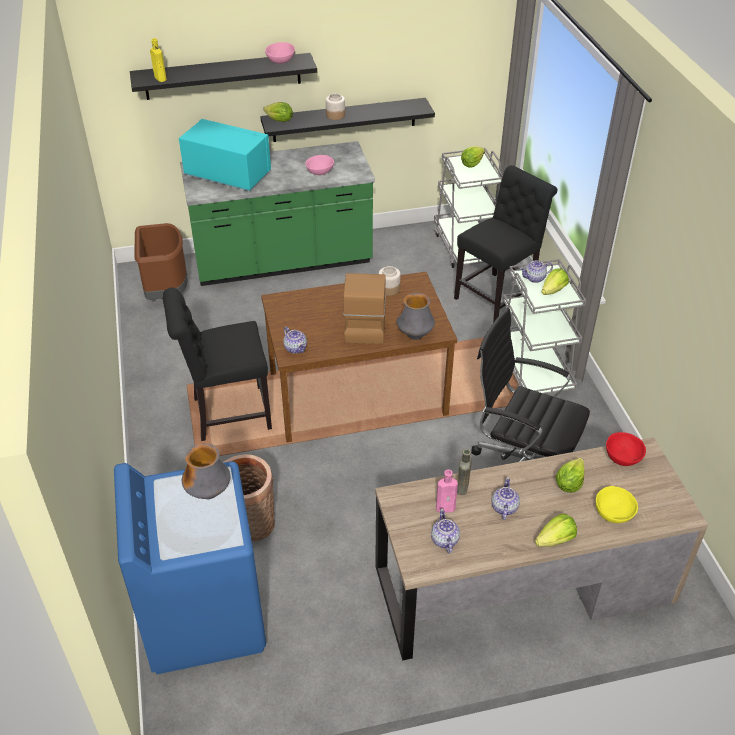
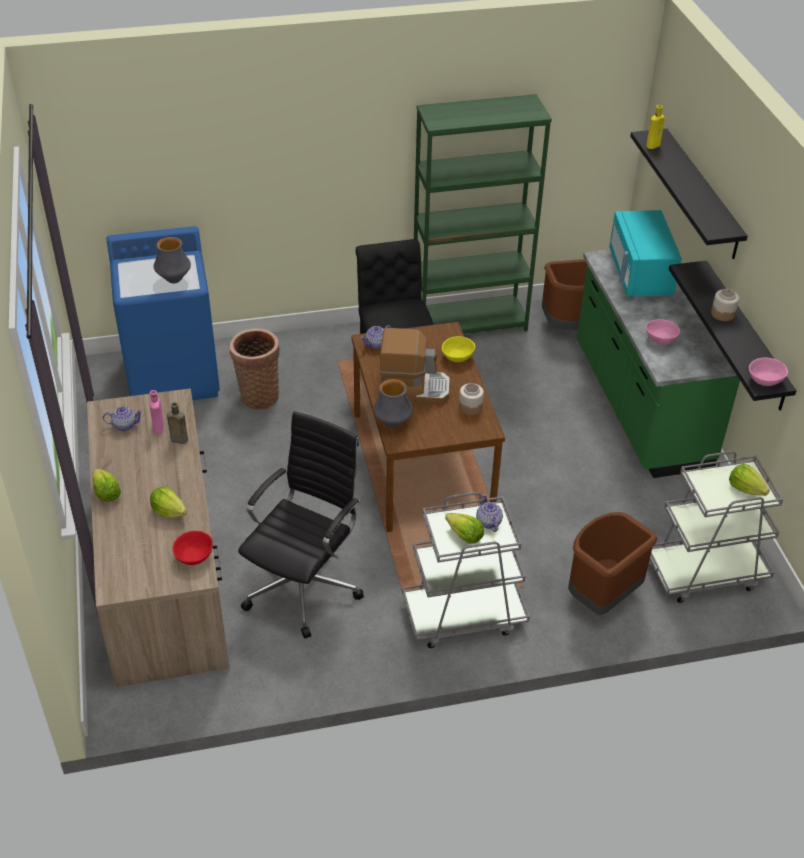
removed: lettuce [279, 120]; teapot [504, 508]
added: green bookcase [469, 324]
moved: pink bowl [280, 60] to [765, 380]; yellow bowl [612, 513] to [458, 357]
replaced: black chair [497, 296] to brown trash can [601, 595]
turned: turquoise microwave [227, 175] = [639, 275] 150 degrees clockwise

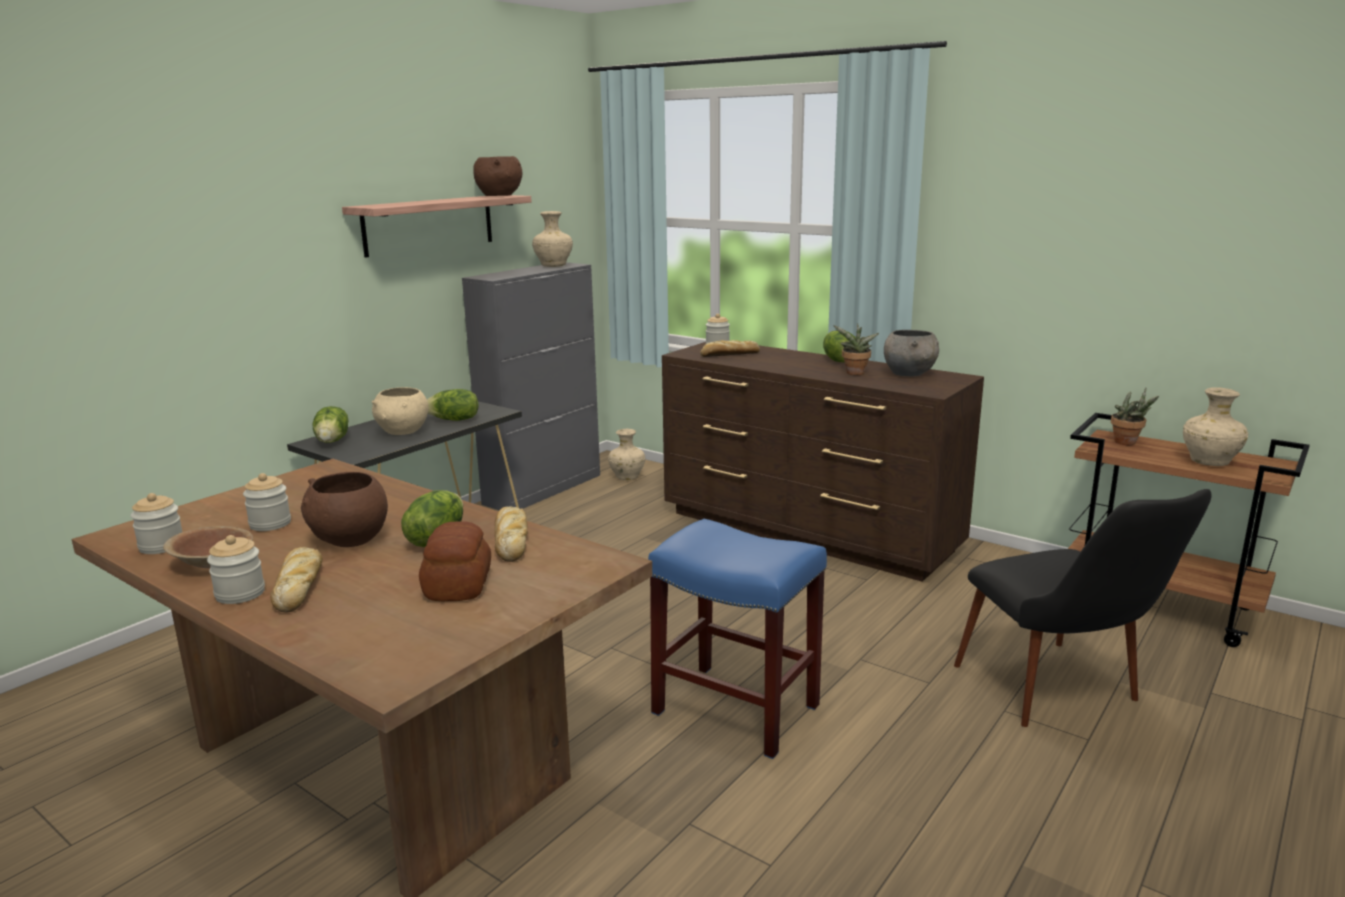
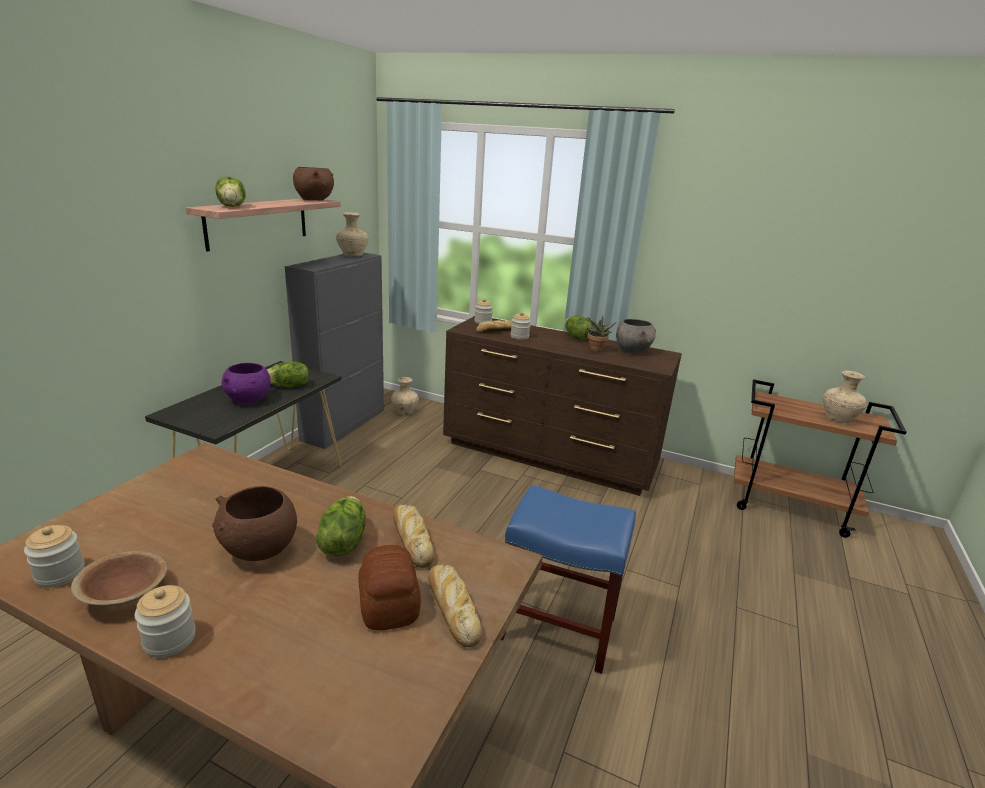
removed: black chair [1062, 698]; potted plant [1128, 443]
moved: jar [270, 524] to [519, 337]; bread [299, 586] to [452, 607]; lettuce [333, 441] to [232, 206]
recoloured: beige bowl [403, 432] to purple bowl [249, 400]

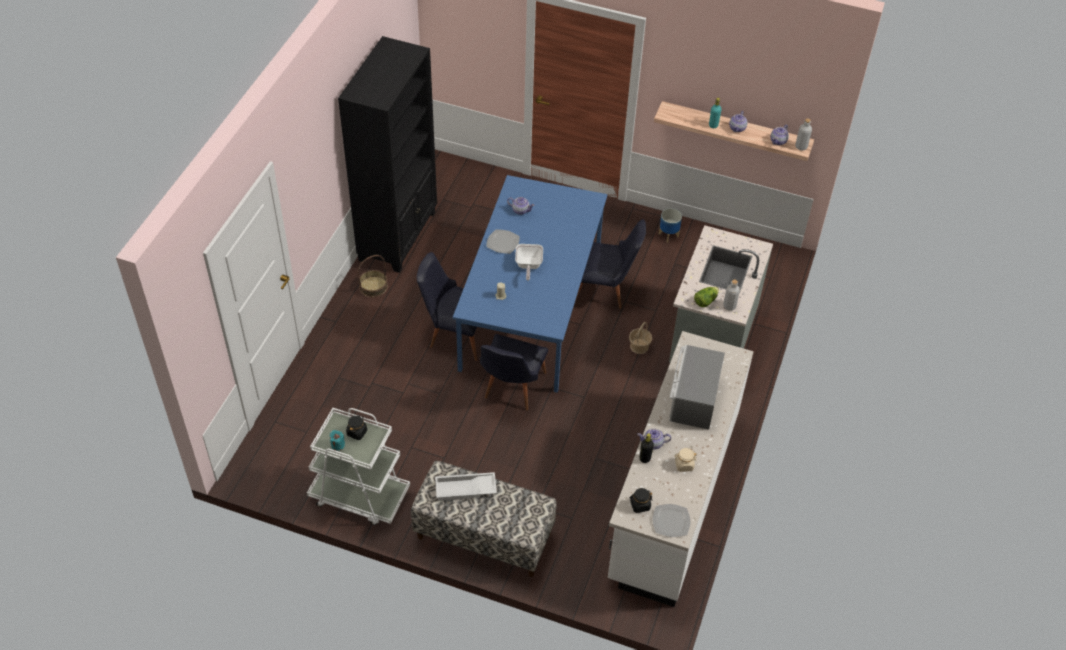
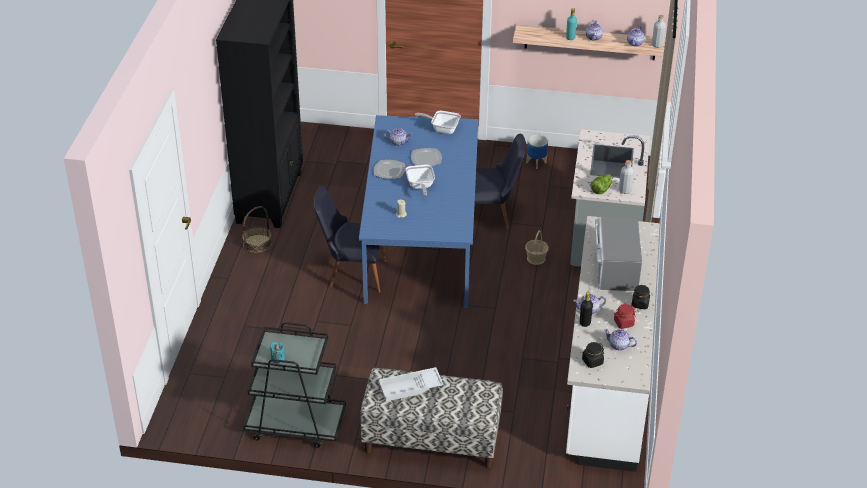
removed: black chair [511, 389]
added: frying pan [442, 129]; teapot [619, 345]
moved: black jar [357, 432] to [640, 304]; plate [671, 521] to [426, 158]
recoloured: white cart [359, 496] to black cart [295, 424]; beige jar [684, 465] to red jar [623, 323]

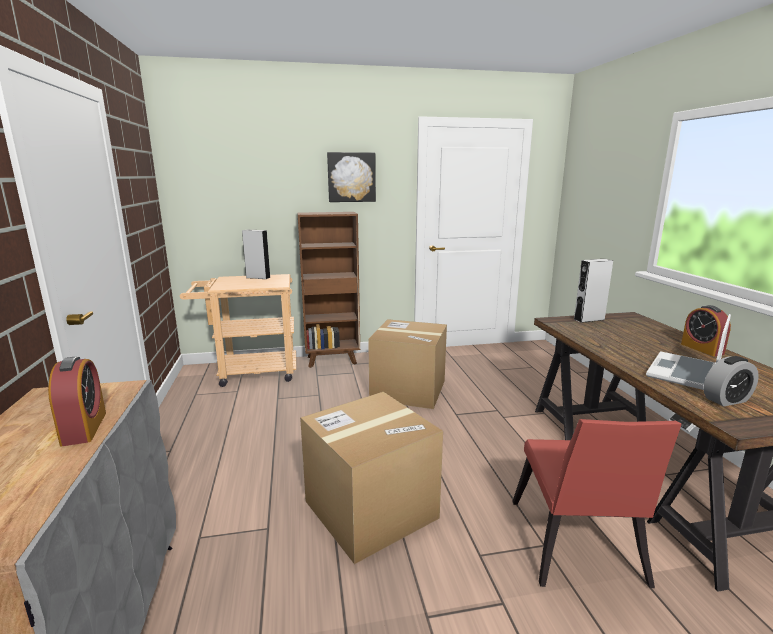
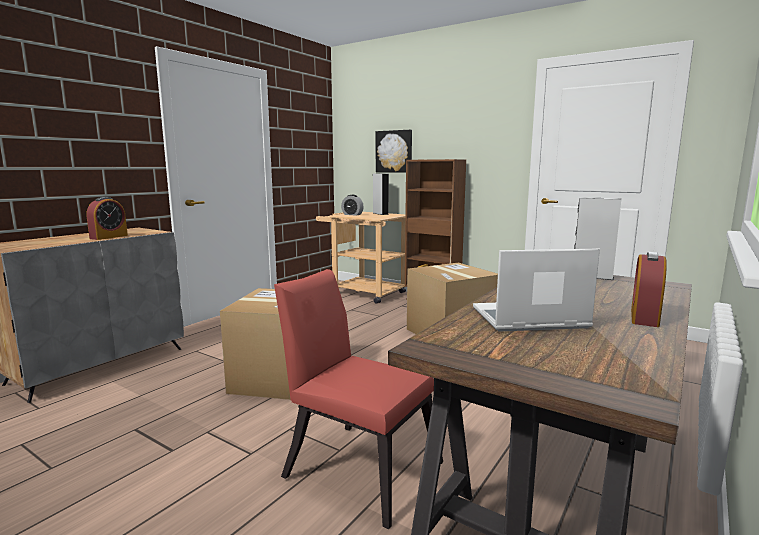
moved: picture [351, 177] to [394, 151]; alarm clock [726, 400] to [352, 214]
turned: red chair [576, 548] = [357, 465] 75 degrees clockwise

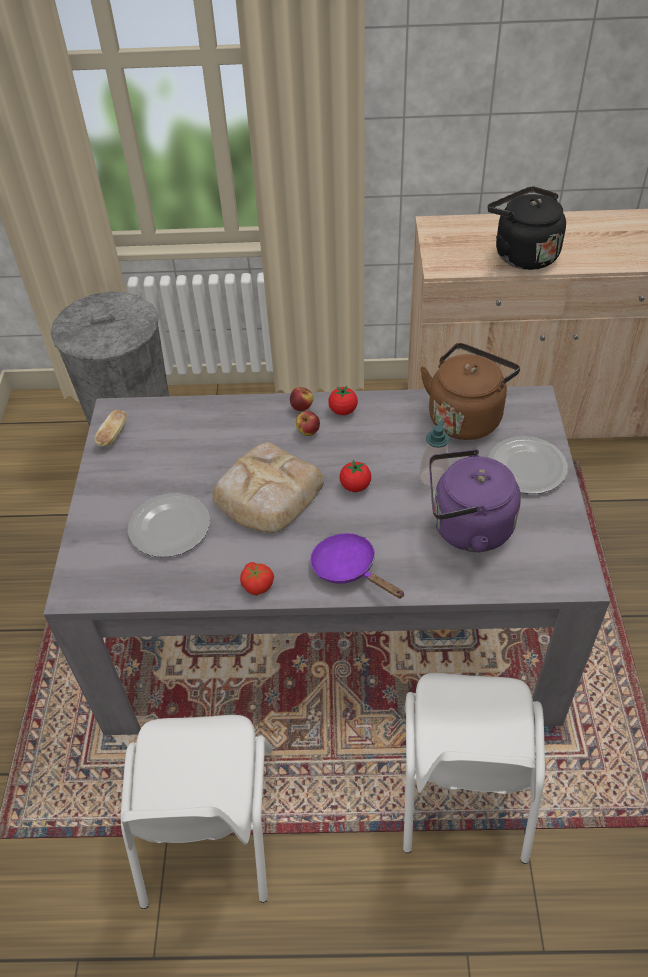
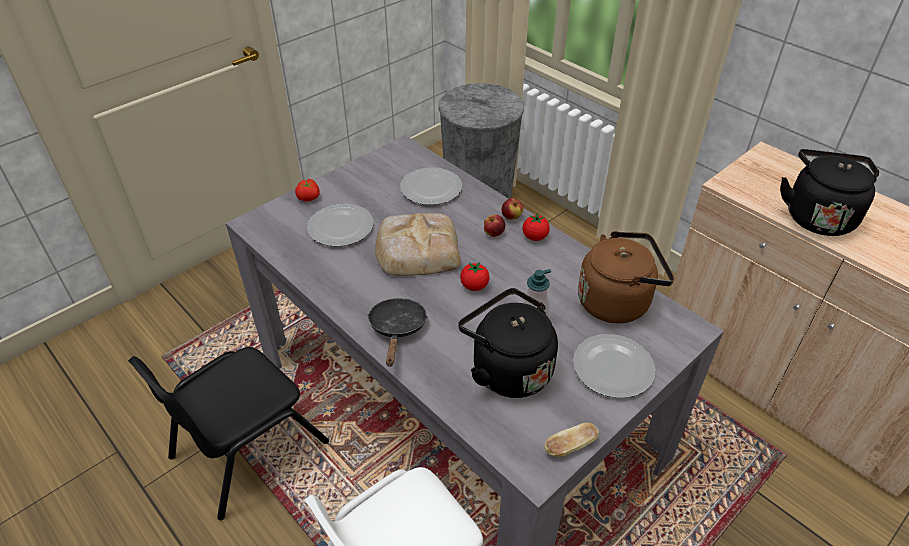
added: plate [431, 188]
moved: bread [113, 435] to [570, 446]; tomato [257, 584] to [309, 197]
recoloured: white chair [207, 825] to black chair [247, 448]; purple frying pan [349, 569] to black frying pan [397, 329]; purple kettle [466, 528] to black kettle [507, 369]

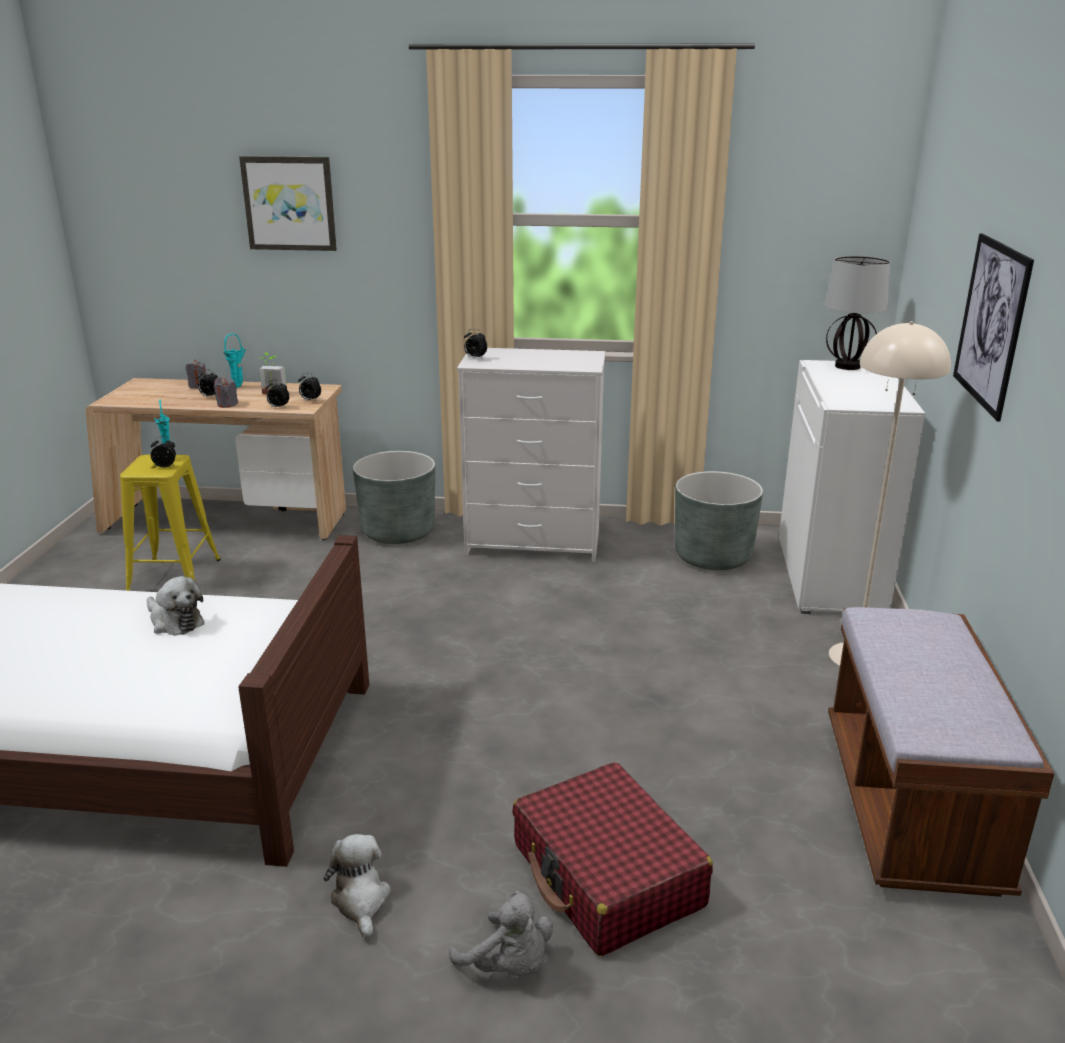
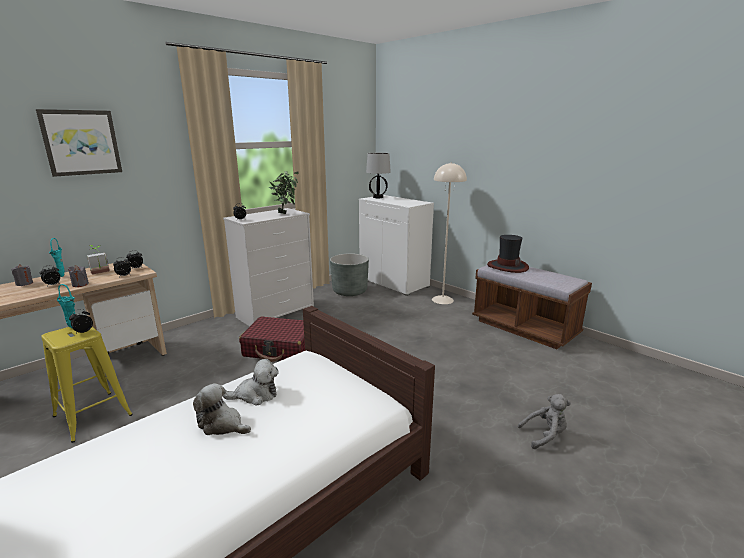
removed: grey planter [398, 531]; picture [991, 323]
added: potted plant [286, 213]; hat [507, 266]
moved: plush toy [360, 900] to [222, 425]; red suitcase [607, 876] to [280, 348]

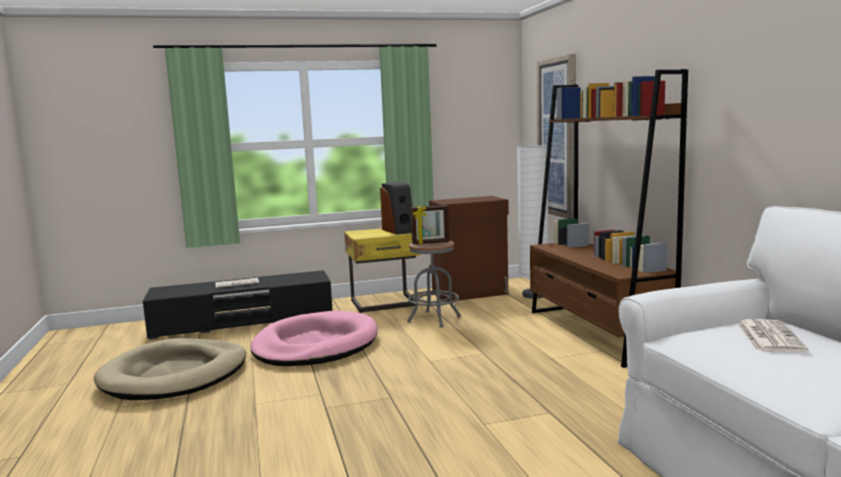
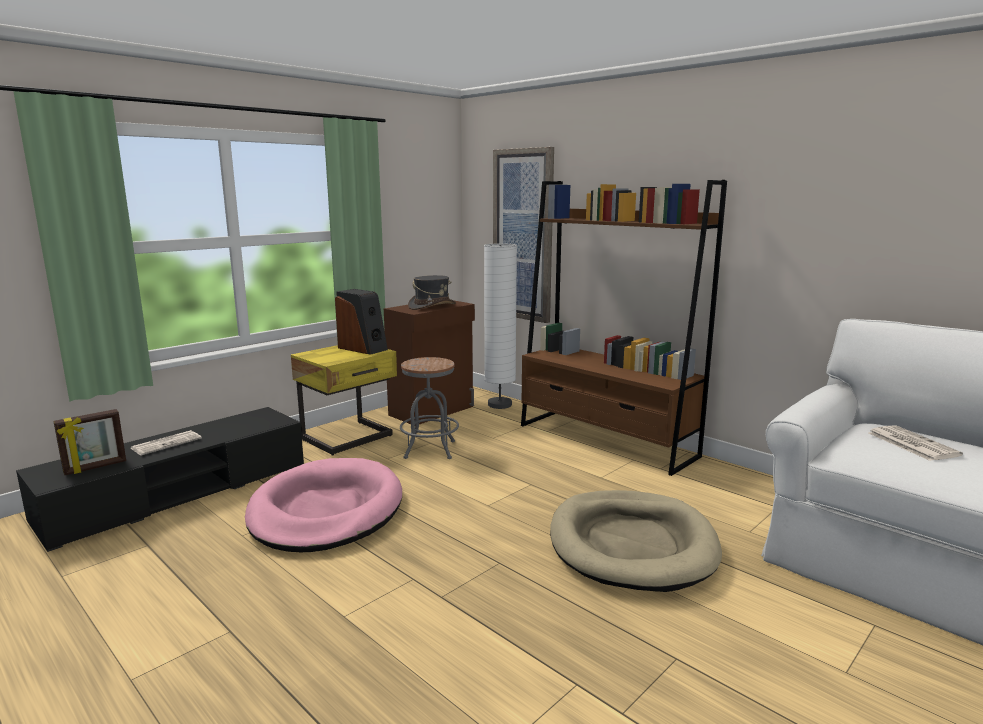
added: grey hat [432, 306]
moved: beige dog bed [175, 375] to [631, 544]; picture frame [430, 243] to [95, 467]

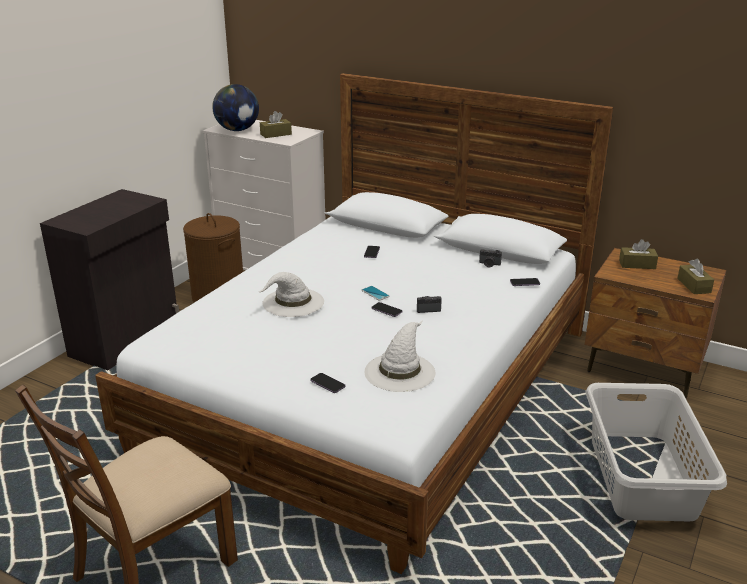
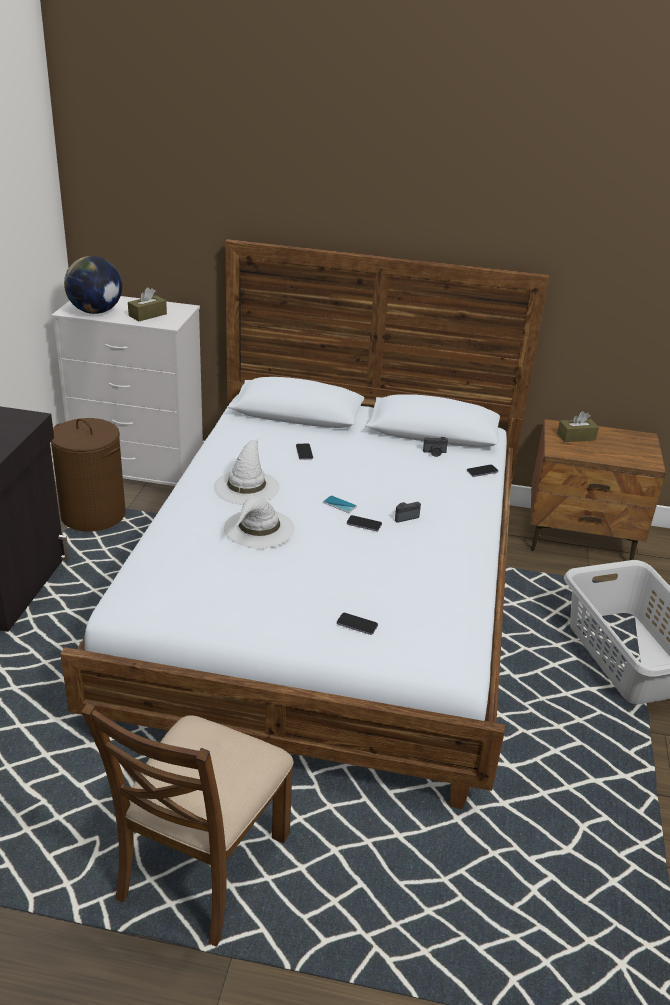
removed: brown tissue box [694, 286]
moved: white hat [400, 371] to [246, 486]

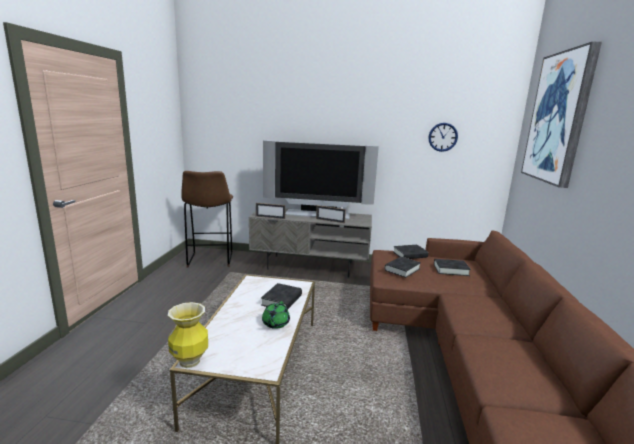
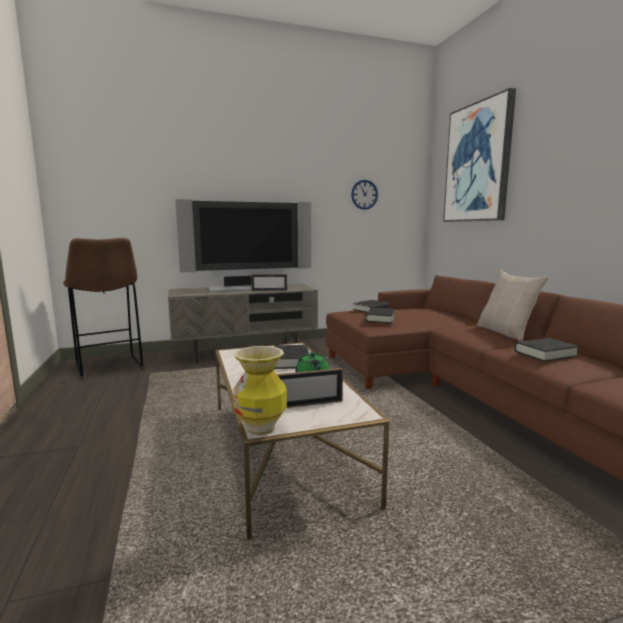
added: beige pillow [506, 332]
moved: picture frame [270, 217] to [306, 404]; black book [450, 270] to [545, 354]

